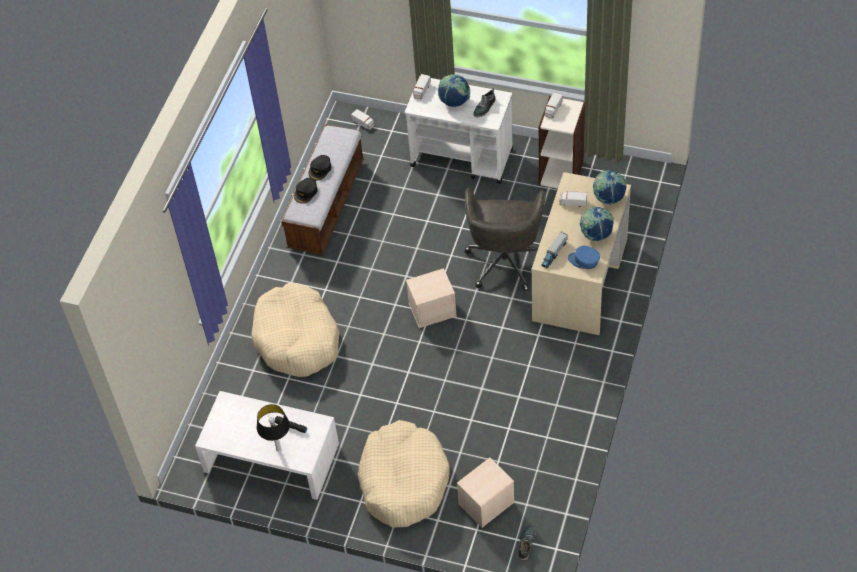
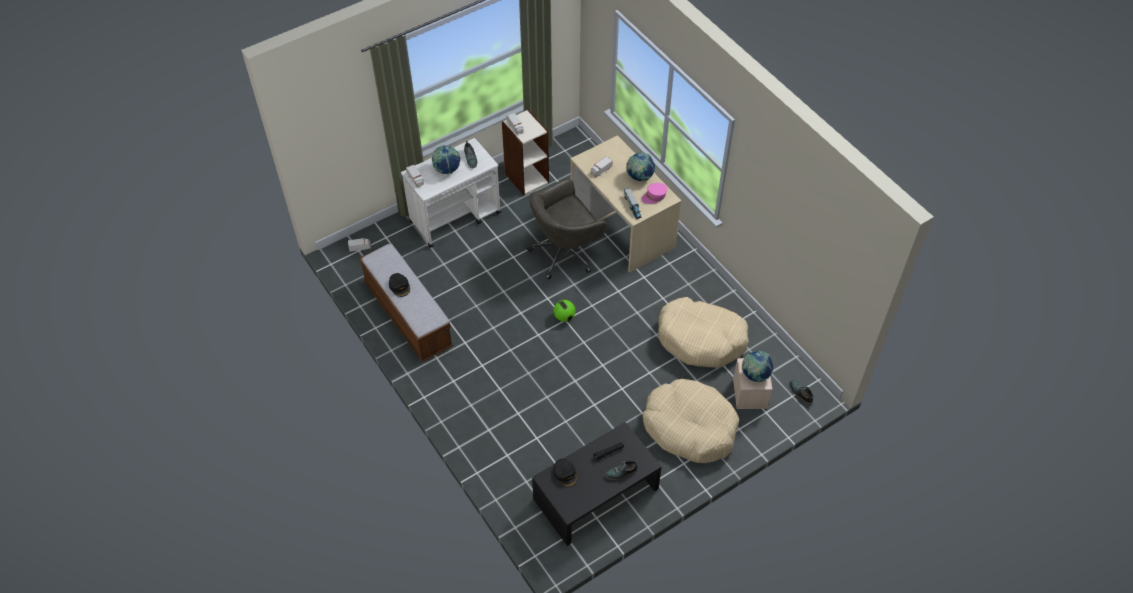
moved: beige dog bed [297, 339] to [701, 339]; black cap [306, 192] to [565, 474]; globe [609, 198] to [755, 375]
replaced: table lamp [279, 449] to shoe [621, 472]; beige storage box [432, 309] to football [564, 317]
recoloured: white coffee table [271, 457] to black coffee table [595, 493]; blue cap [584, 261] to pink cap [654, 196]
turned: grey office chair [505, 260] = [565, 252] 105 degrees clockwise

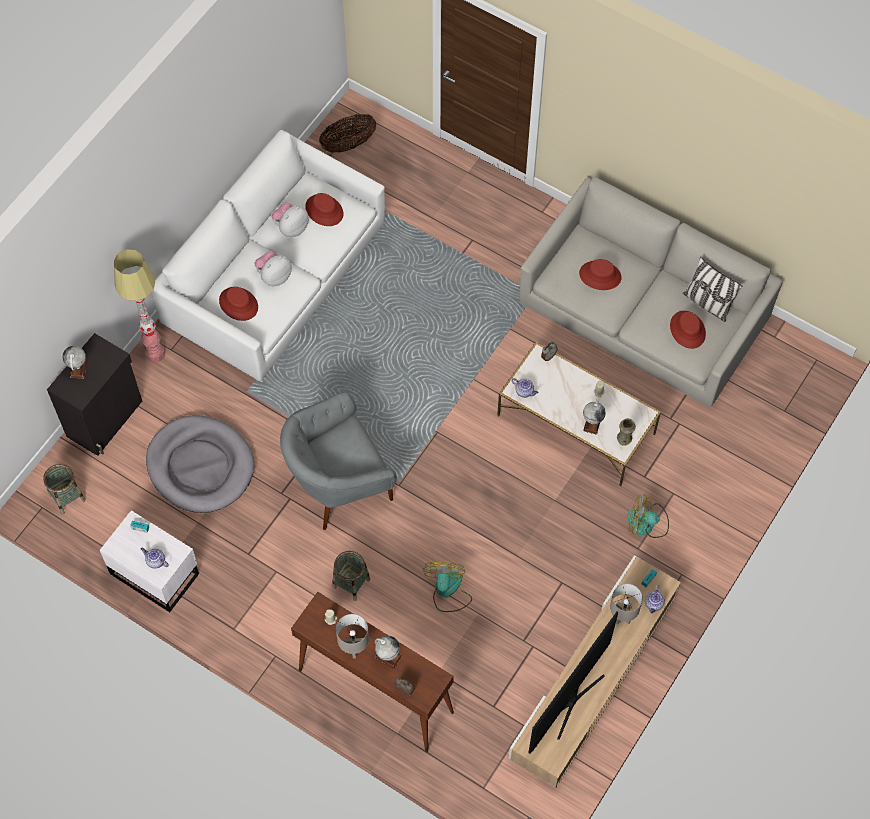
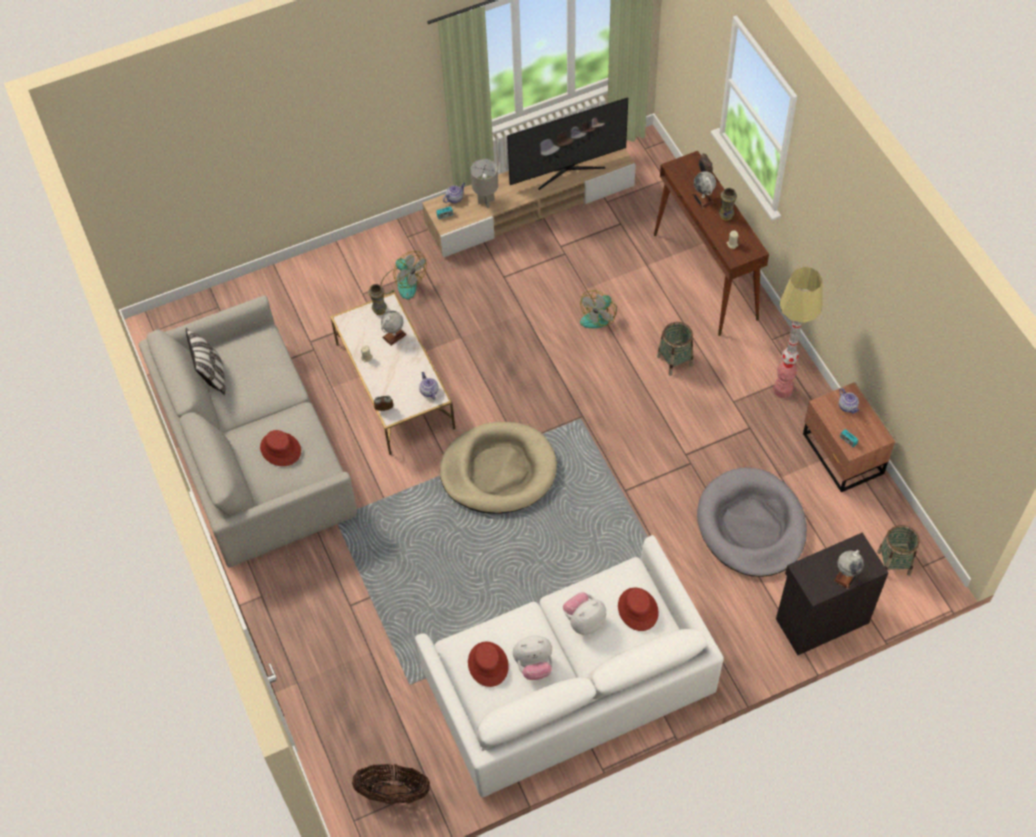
removed: grey armchair [339, 481]; red hat [687, 330]
added: beige dog bed [498, 471]
moved: floor lamp [155, 354] to [783, 390]
replaced: grey table lamp [354, 648] to vase [726, 216]
recoloured: white nightstand [154, 572] to brown nightstand [842, 455]
turned: plush toy [274, 276] = [584, 621] 150 degrees clockwise

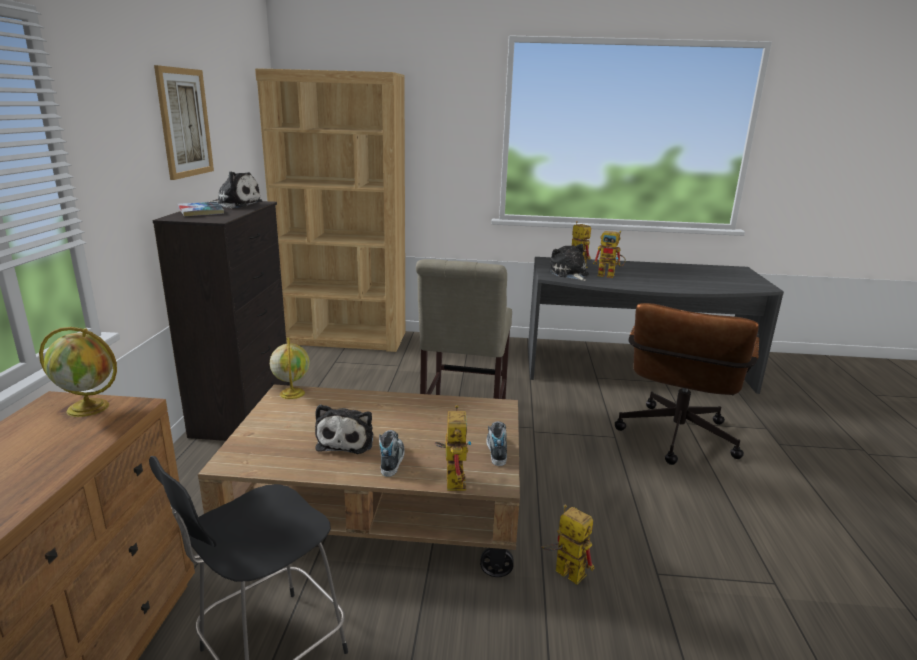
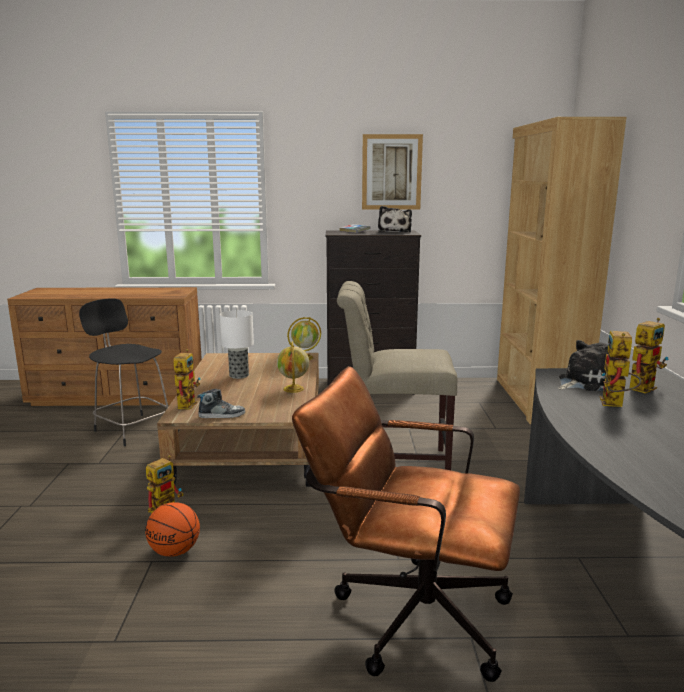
removed: shoe [391, 460]
added: basketball [175, 551]
moved: globe [89, 408] to [293, 389]
replaced: plush toy [347, 440] to table lamp [239, 375]
turned: toy robot [452, 478] = [187, 403] 75 degrees counterclockwise

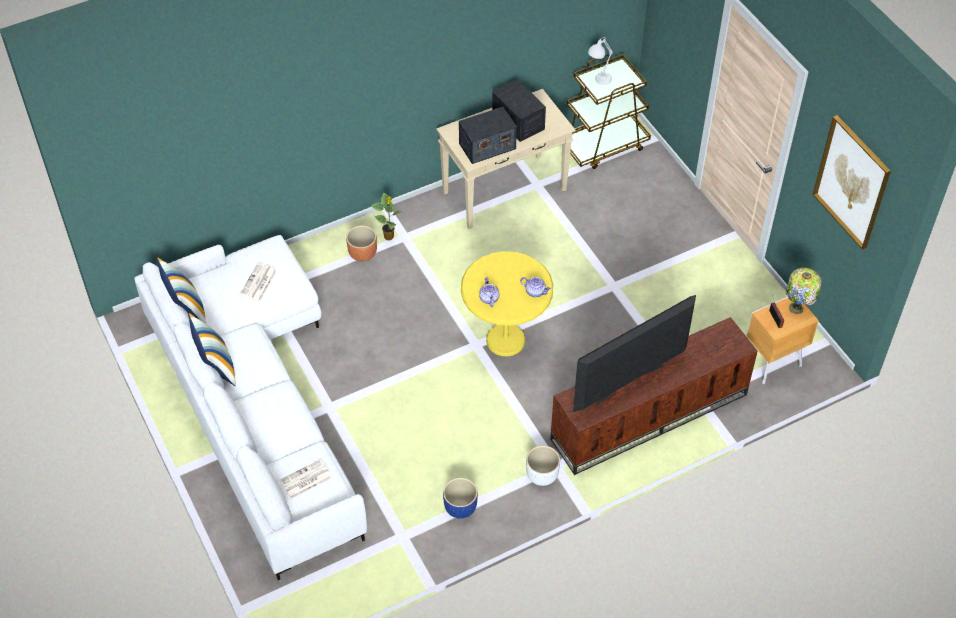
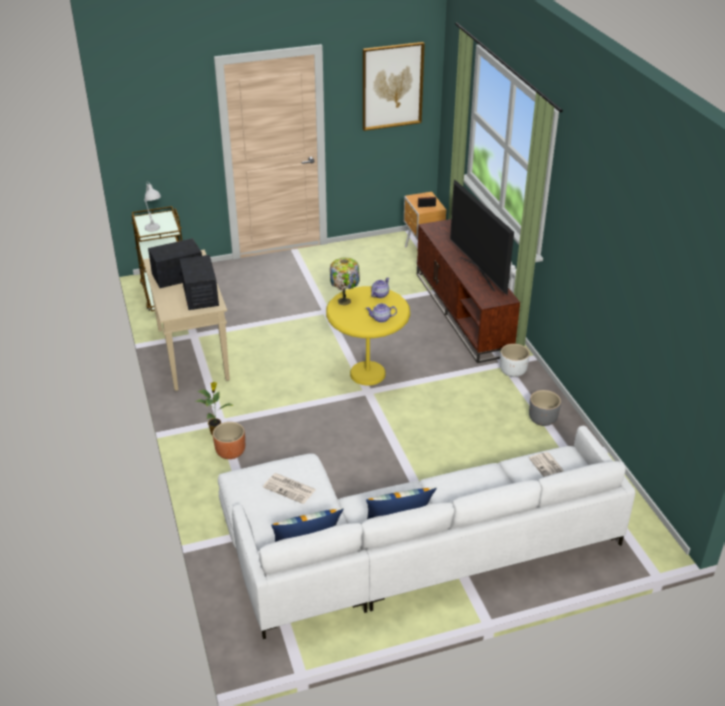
moved: table lamp [797, 308] to [345, 301]
recoloured: blue planter [460, 508] to grey planter [543, 420]

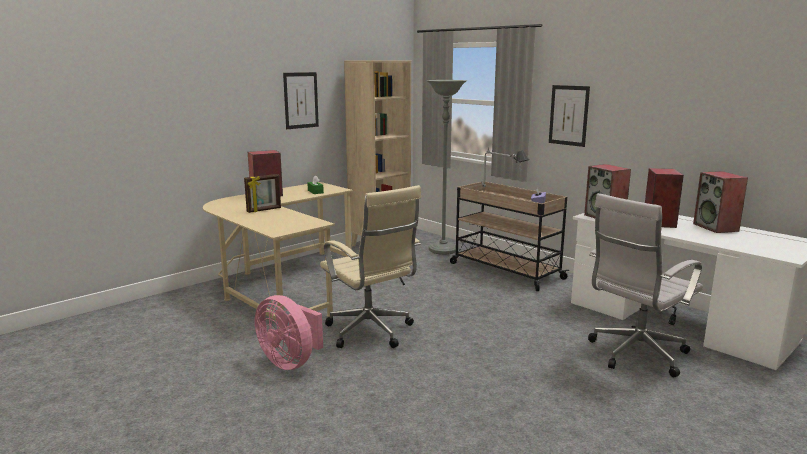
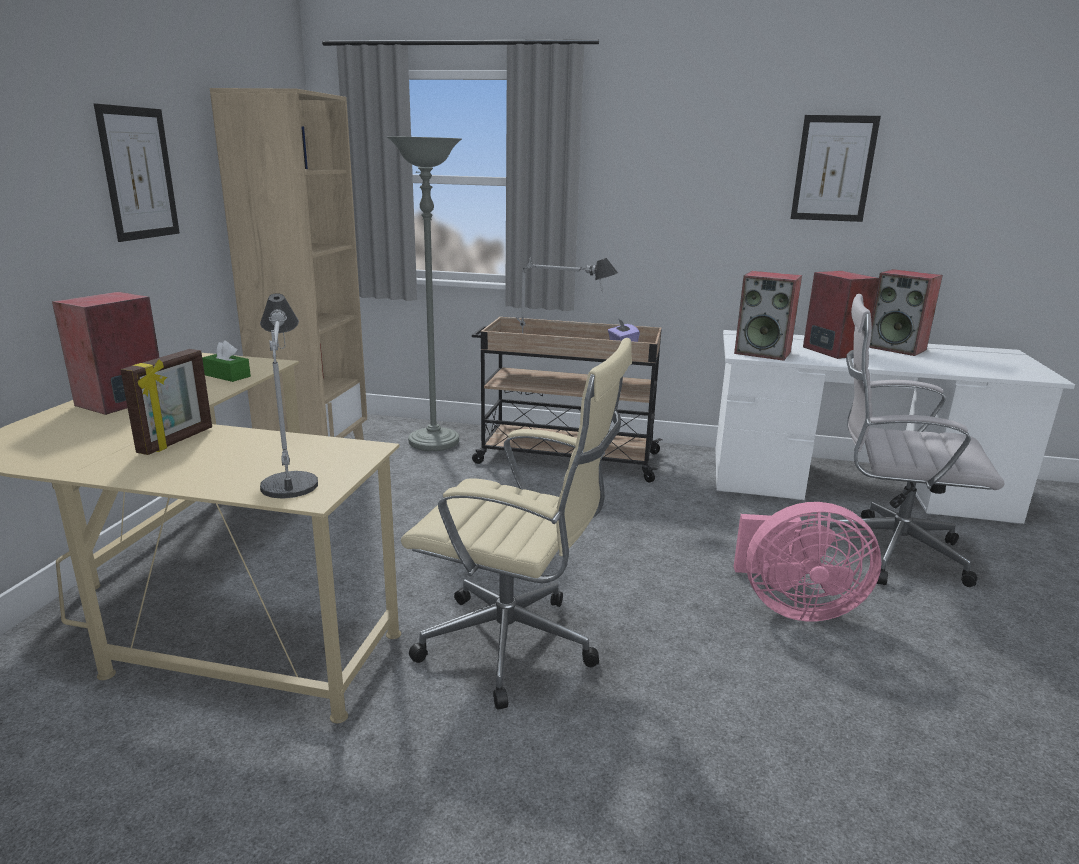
added: table lamp [291, 463]
moved: pink fan [290, 362] to [793, 606]; picture [568, 115] to [833, 169]
turned: white office chair [635, 355] = [886, 551] 90 degrees clockwise

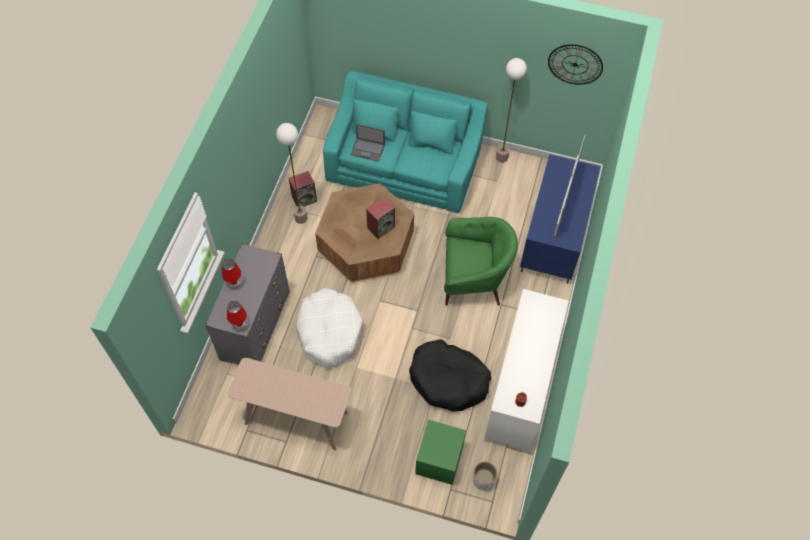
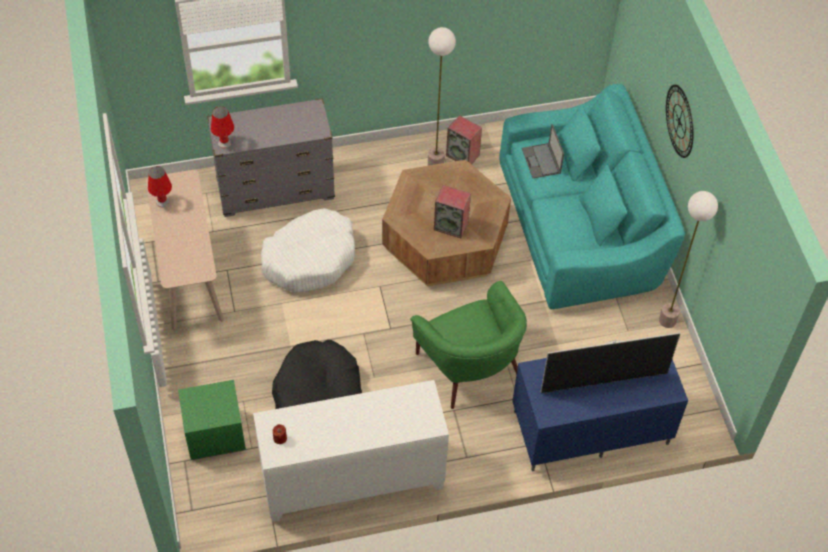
removed: white planter [483, 480]
moved: red table lamp [234, 283] to [163, 202]; wall clock [575, 64] to [679, 121]

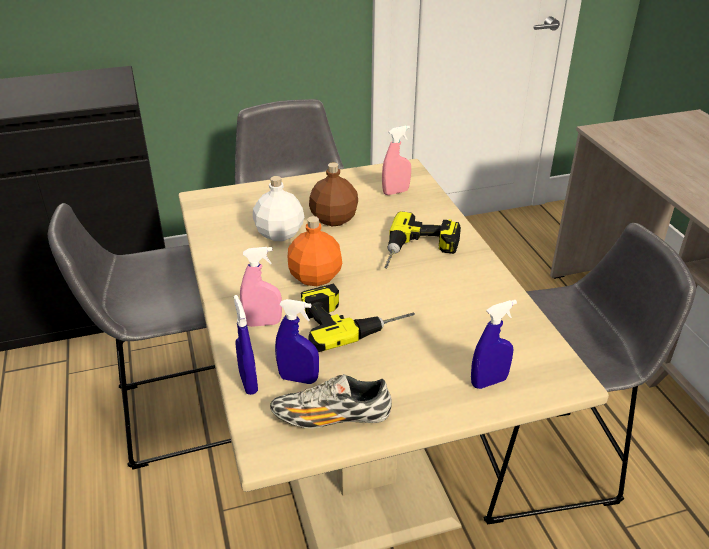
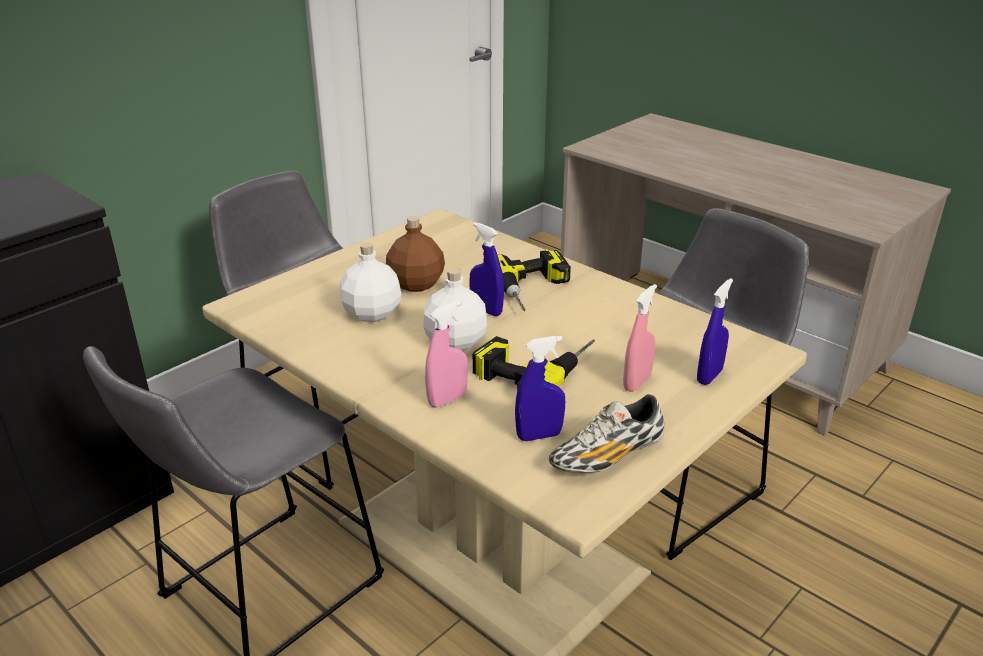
moved: blue spray bottle [248, 383] to [486, 310]; pink spray bottle [396, 192] to [637, 383]
recoloured: orange bottle [314, 276] to white bottle [454, 341]

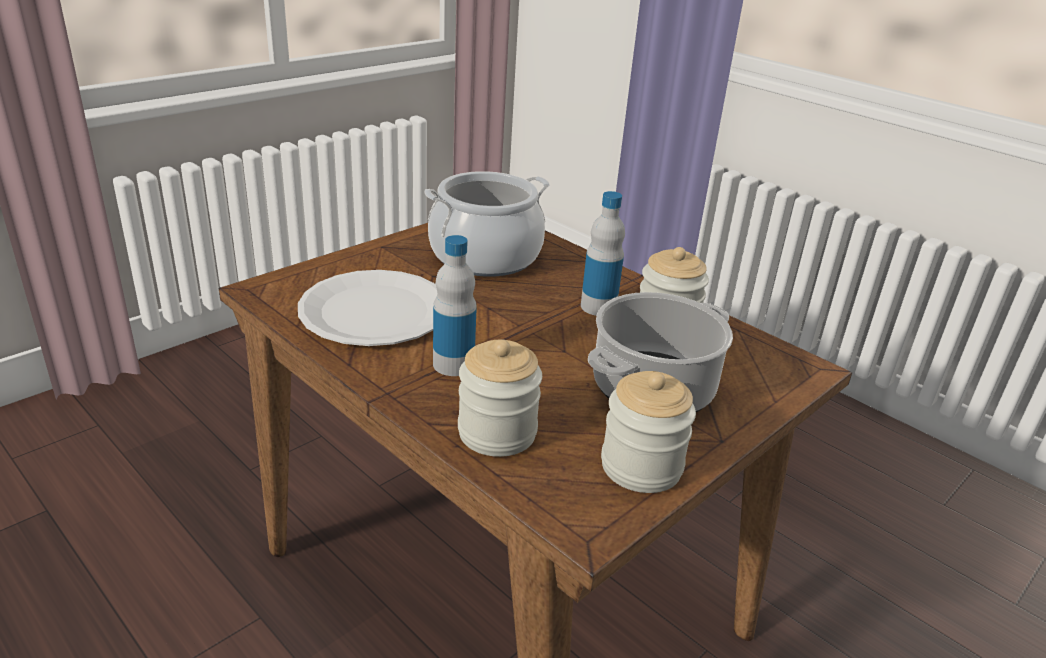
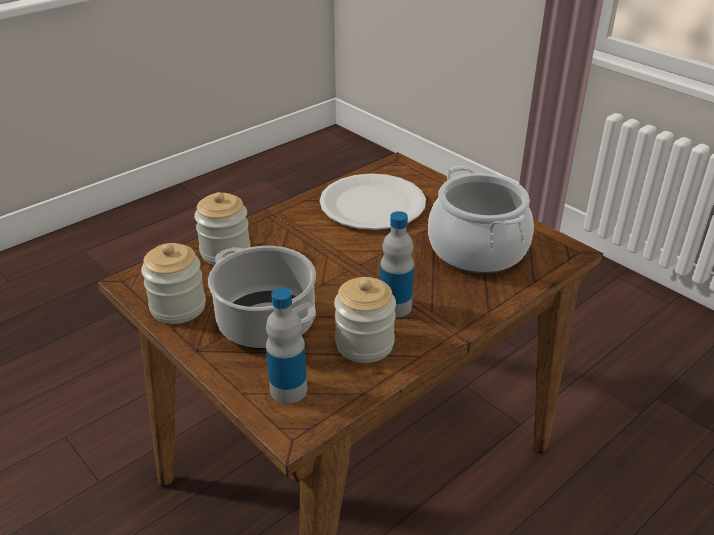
moved: bottle [453, 364] to [288, 390]

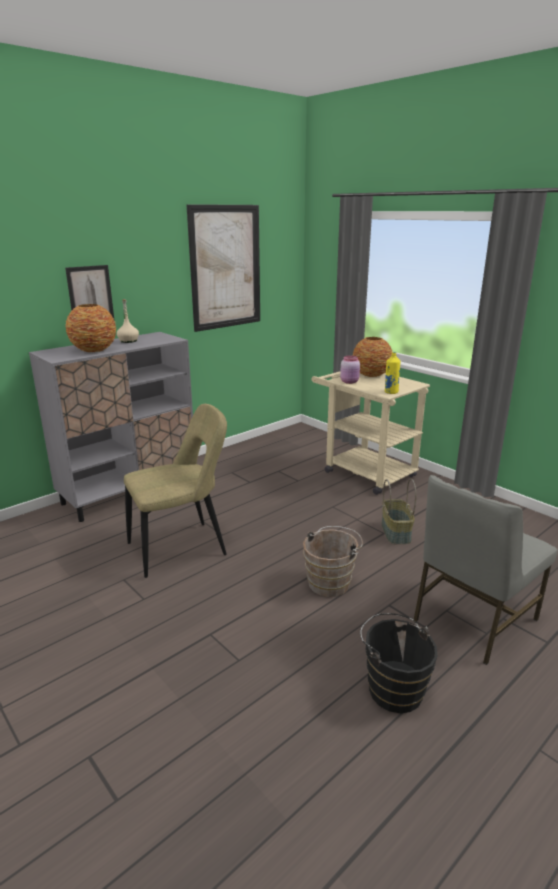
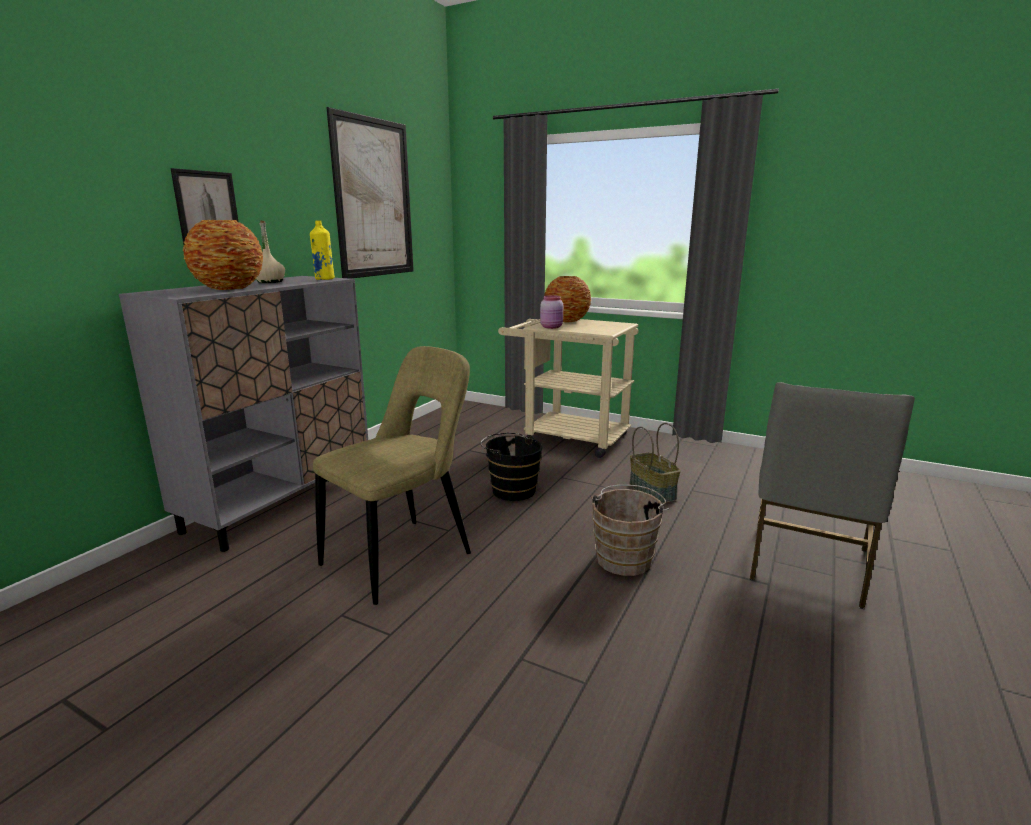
moved: black bucket [392, 687] to [511, 489]; yellow bottle [391, 392] to [324, 279]

